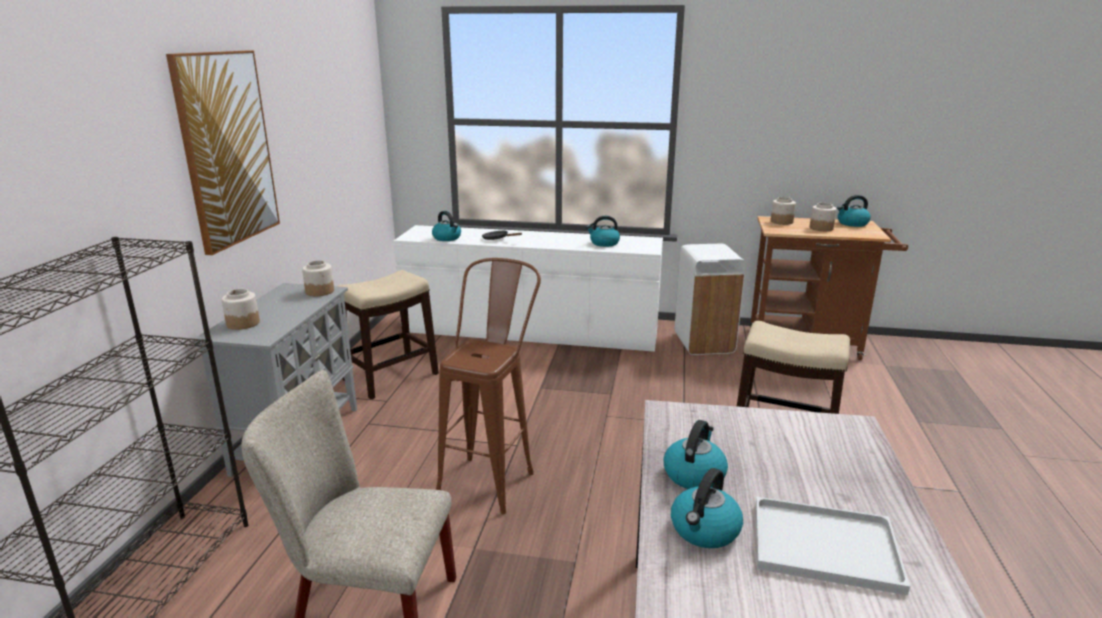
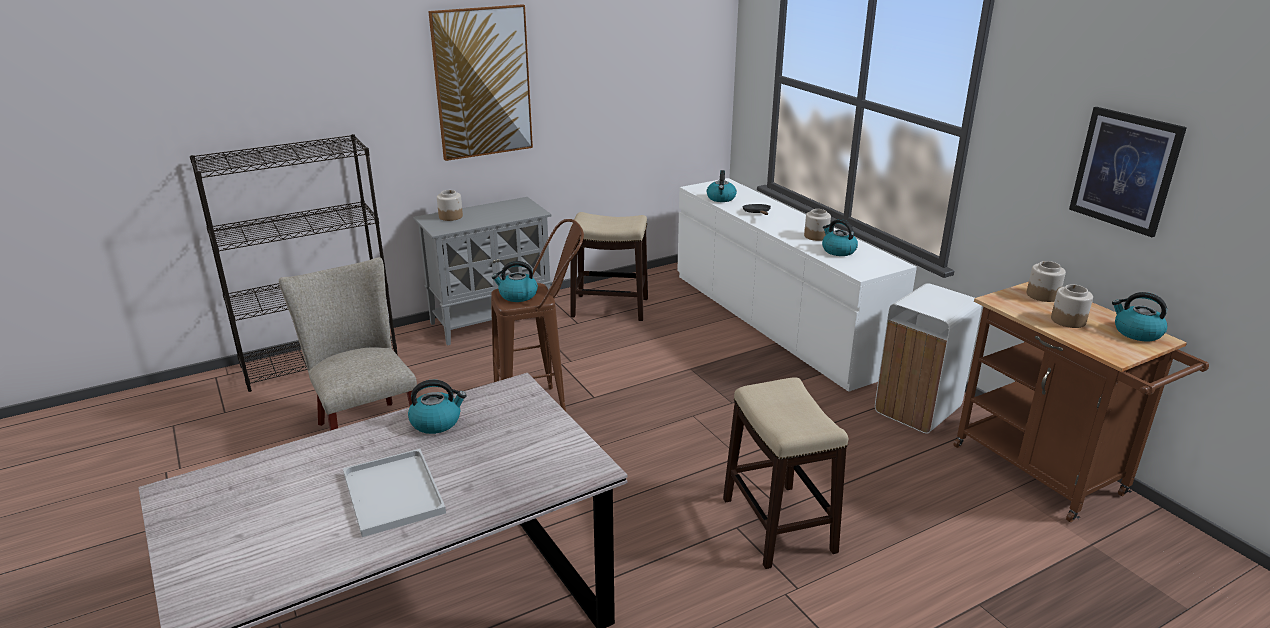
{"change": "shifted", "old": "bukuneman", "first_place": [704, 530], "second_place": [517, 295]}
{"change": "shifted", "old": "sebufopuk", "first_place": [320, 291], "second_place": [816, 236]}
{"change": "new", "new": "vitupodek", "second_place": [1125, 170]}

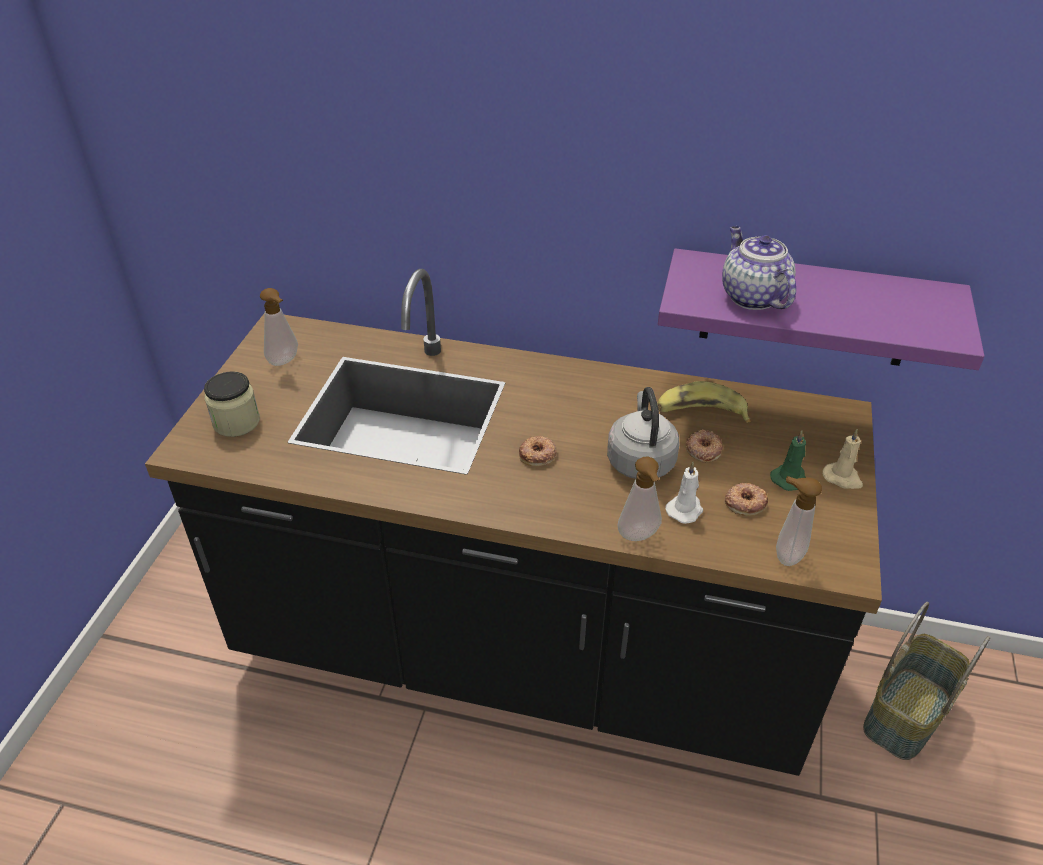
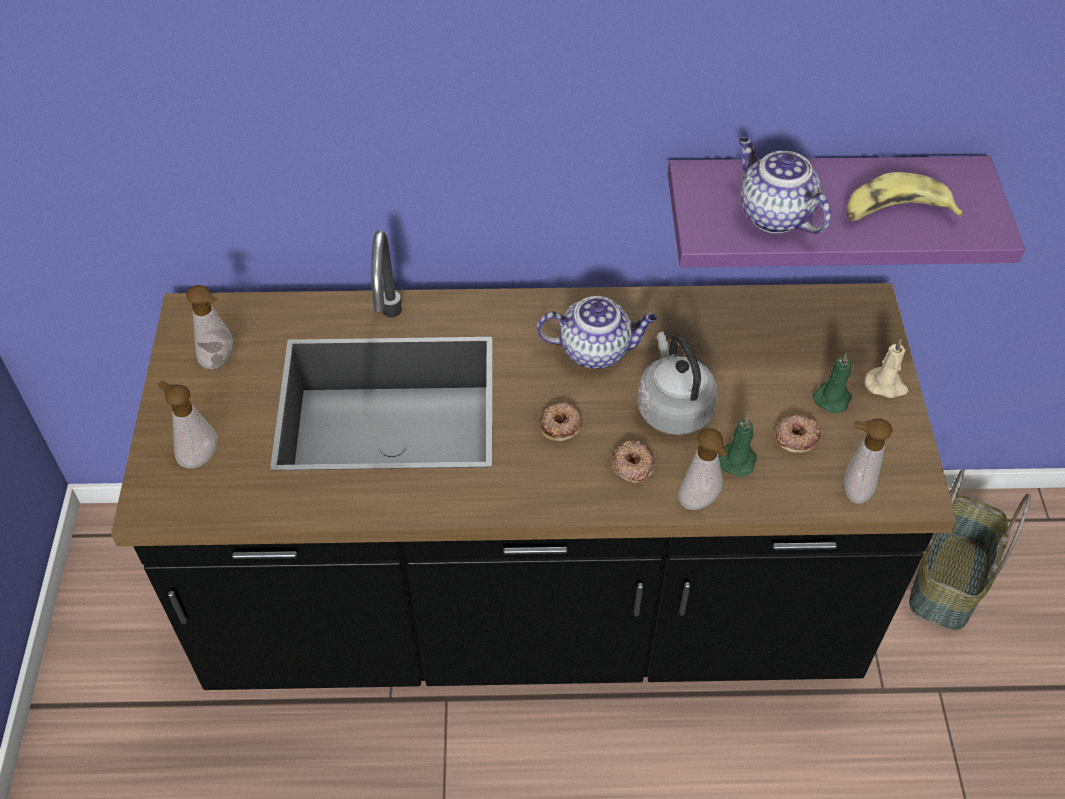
{"change": "swapped", "old": "sebufopuk", "new": "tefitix", "first_place": [236, 422], "second_place": [197, 455]}
{"change": "new", "new": "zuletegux", "second_place": [596, 350]}
{"change": "shifted", "old": "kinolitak", "first_place": [703, 449], "second_place": [632, 465]}
{"change": "repainted", "old": "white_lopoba", "new": "green_lopoba", "first_place": [685, 509], "second_place": [737, 459]}
{"change": "shifted", "old": "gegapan", "first_place": [700, 412], "second_place": [895, 212]}

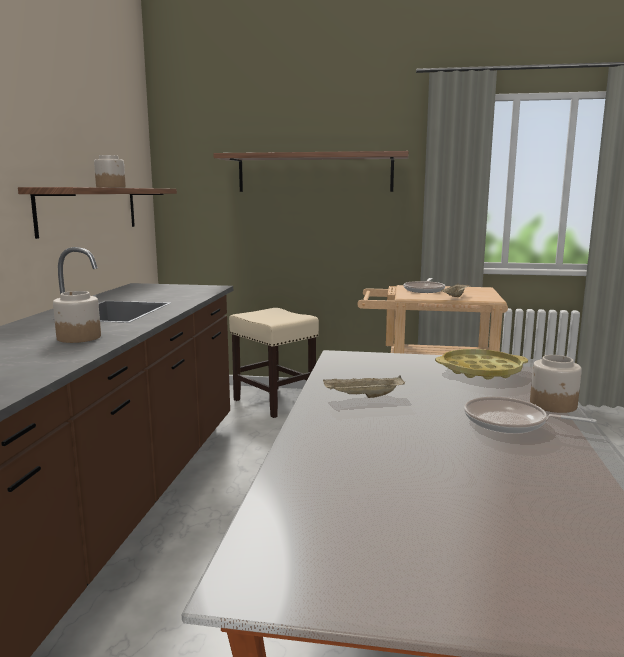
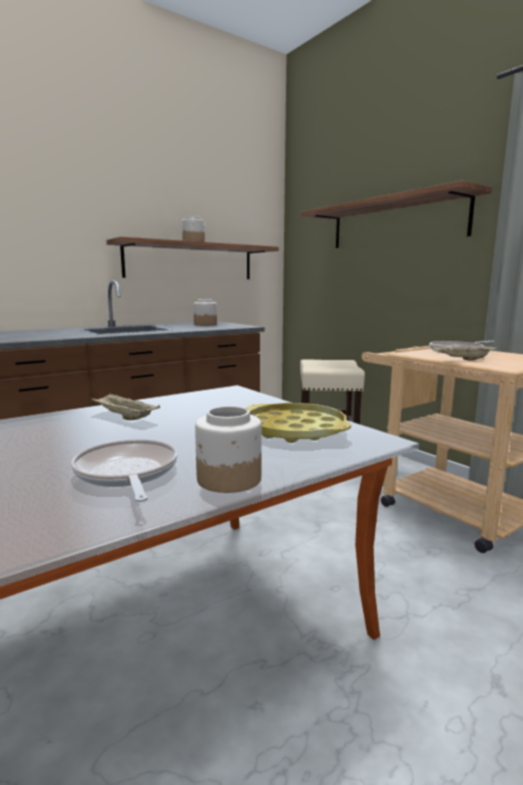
{"change": "shifted", "old": "sebufopuk", "first_place": [78, 337], "second_place": [205, 324]}

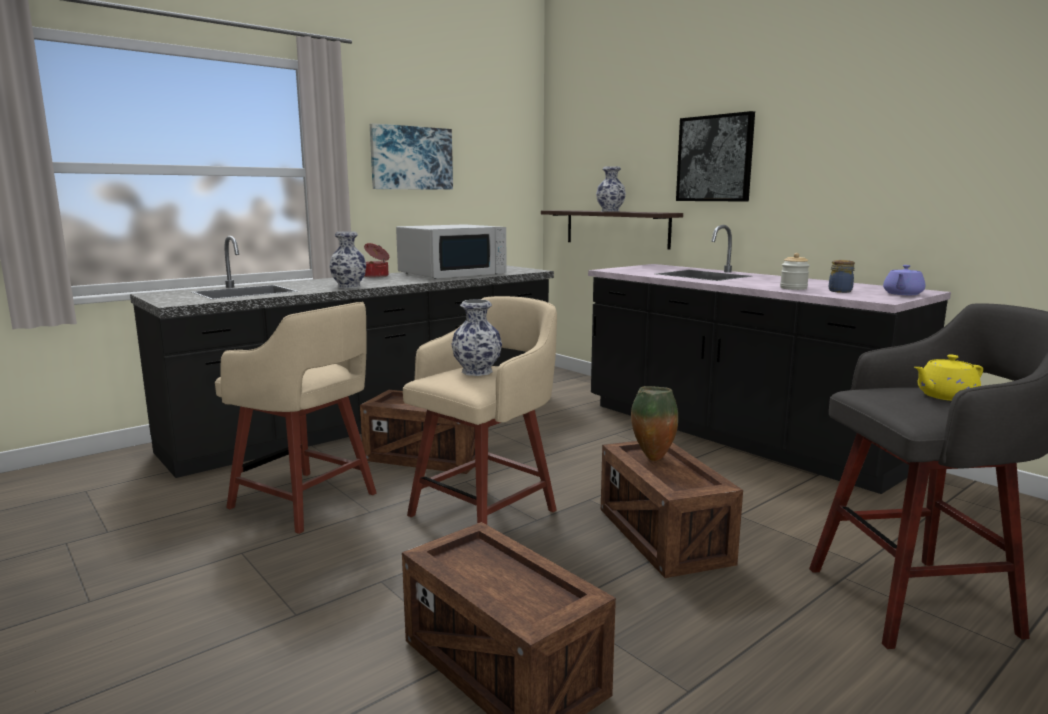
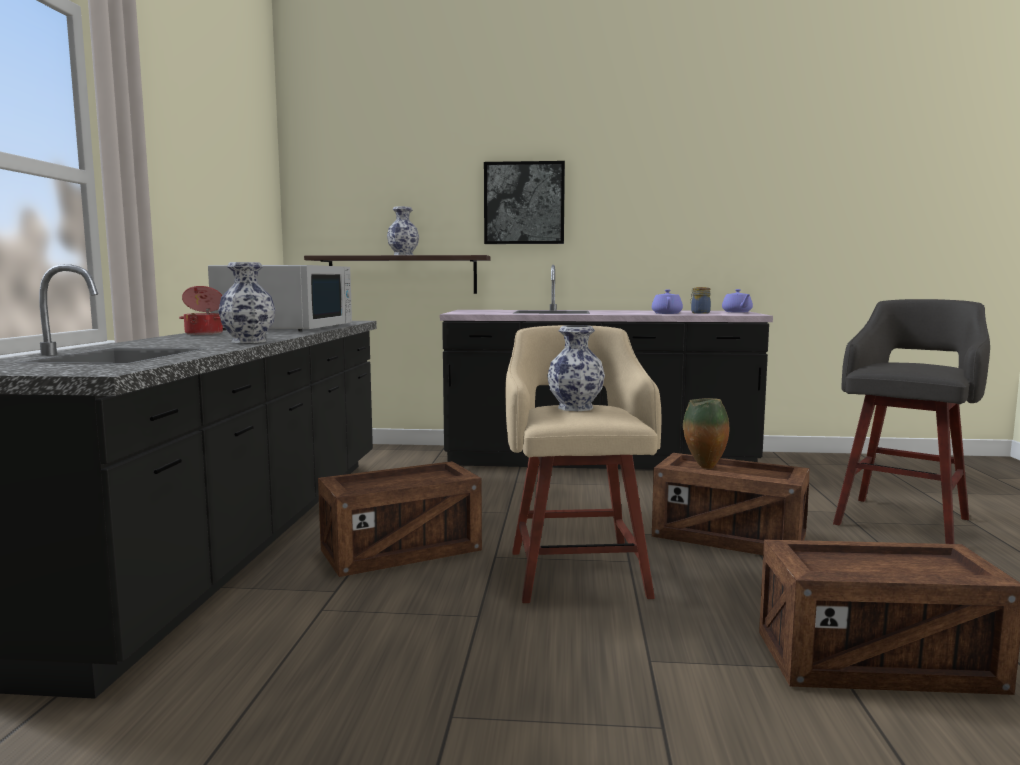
{"change": "swapped", "old": "sebufopuk", "new": "purple_zuletegux", "first_place": [793, 288], "second_place": [666, 313]}
{"change": "gone", "old": "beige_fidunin", "first_place": [306, 502]}
{"change": "gone", "old": "vitupodek", "first_place": [411, 158]}
{"change": "gone", "old": "yellow_zuletegux", "first_place": [945, 396]}

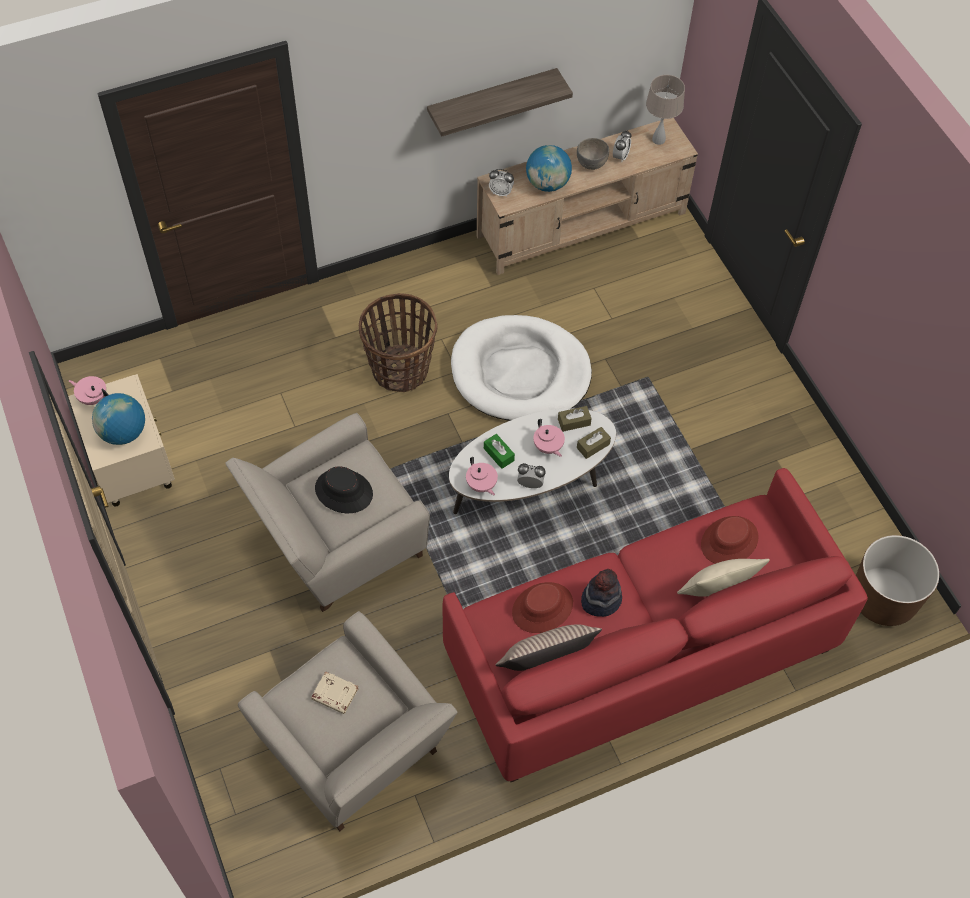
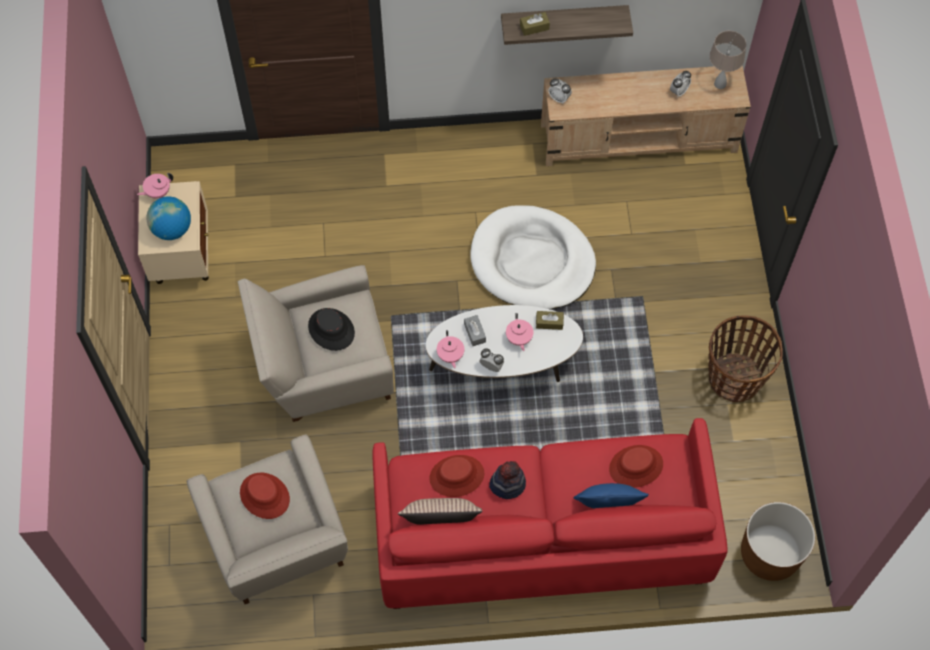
{"change": "rotated", "old": "pink_zuletegux", "first_place": [93, 398], "second_place": [158, 192], "degrees": -75}
{"change": "swapped", "old": "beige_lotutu", "new": "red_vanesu", "first_place": [334, 694], "second_place": [264, 496]}
{"change": "repainted", "old": "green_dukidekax", "new": "grey_dukidekax", "first_place": [498, 454], "second_place": [474, 333]}
{"change": "shifted", "old": "brown_dukidekax", "first_place": [593, 446], "second_place": [534, 27]}
{"change": "repainted", "old": "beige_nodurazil", "new": "blue_nodurazil", "first_place": [716, 591], "second_place": [607, 506]}
{"change": "shifted", "old": "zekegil", "first_place": [400, 369], "second_place": [734, 378]}
{"change": "gone", "old": "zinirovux", "first_place": [547, 184]}
{"change": "gone", "old": "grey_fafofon", "first_place": [591, 164]}

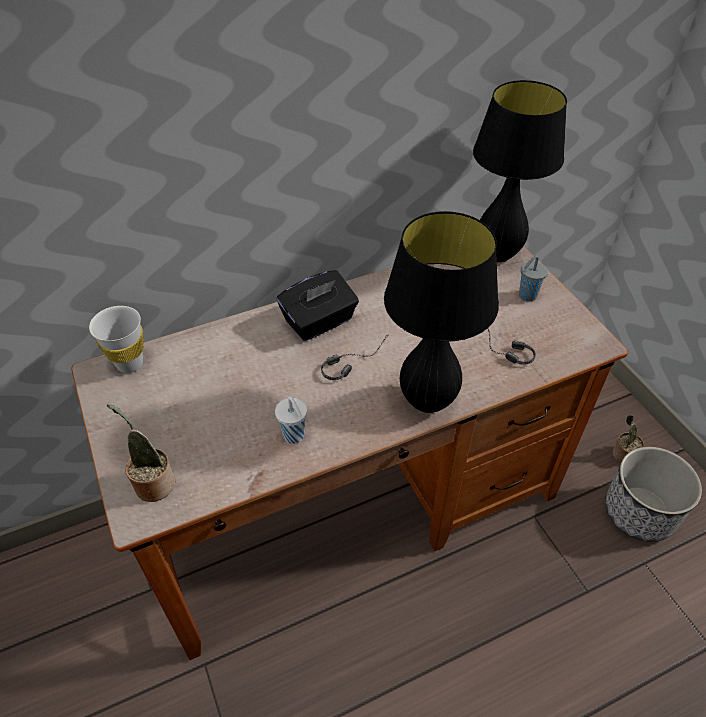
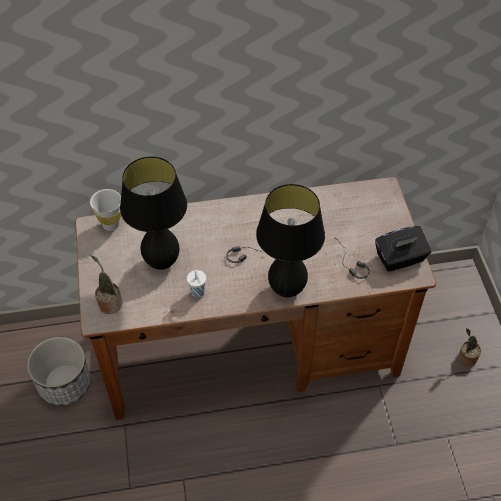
{"change": "shifted", "old": "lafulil", "first_place": [639, 512], "second_place": [65, 384]}
{"change": "shifted", "old": "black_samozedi", "first_place": [497, 255], "second_place": [162, 263]}
{"change": "shifted", "old": "black_dukidekax", "first_place": [319, 322], "second_place": [400, 259]}
{"change": "gone", "old": "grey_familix", "first_place": [526, 296]}

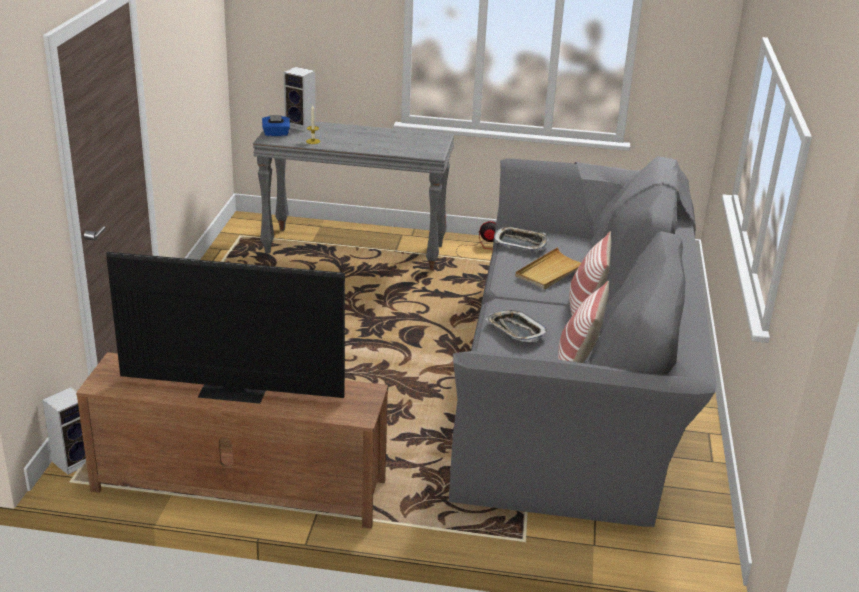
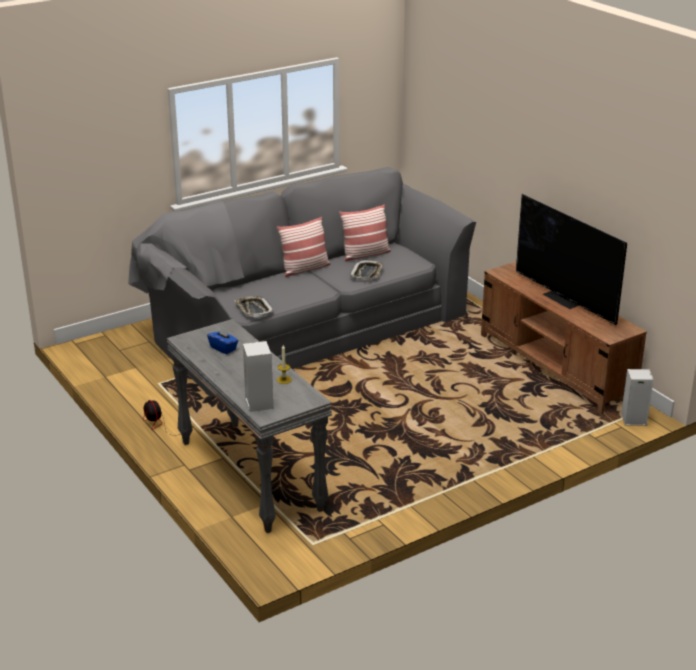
{"change": "shifted", "old": "blue_dukidekax", "first_place": [276, 134], "second_place": [223, 348]}
{"change": "gone", "old": "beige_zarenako", "first_place": [551, 271]}

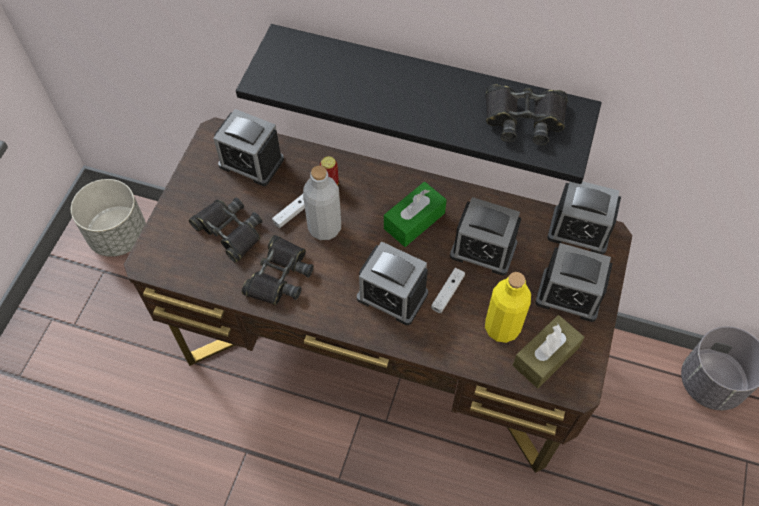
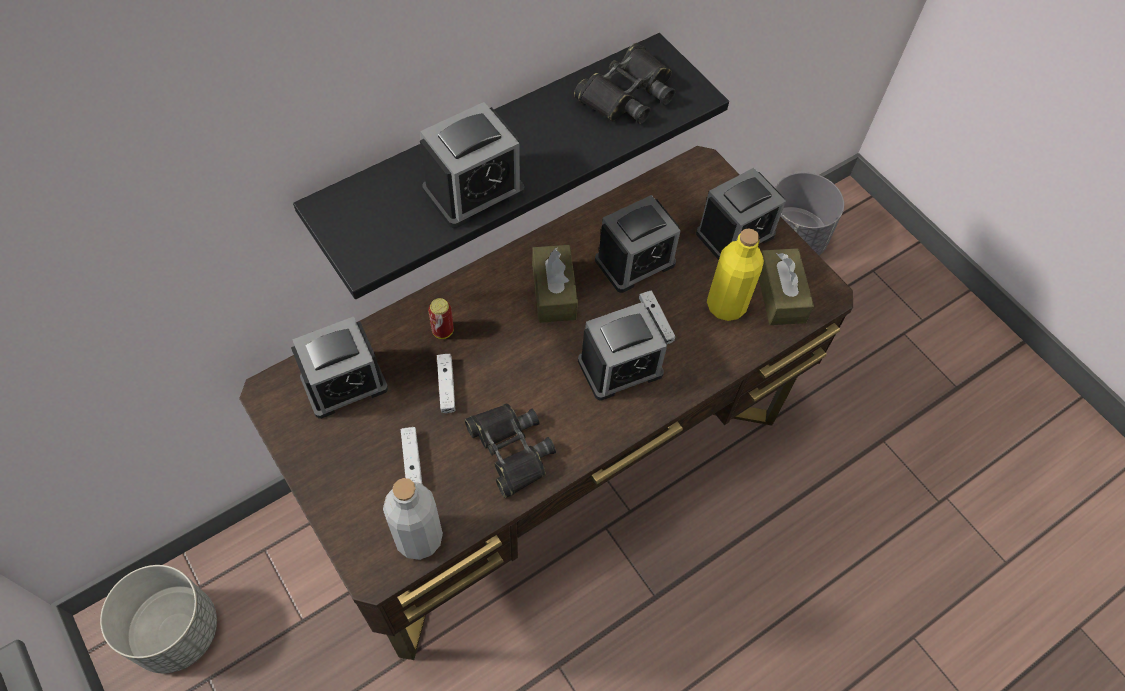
{"change": "shifted", "old": "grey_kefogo", "first_place": [324, 227], "second_place": [419, 538]}
{"change": "swapped", "old": "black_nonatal", "new": "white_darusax", "first_place": [229, 231], "second_place": [412, 461]}
{"change": "shifted", "old": "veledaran", "first_place": [579, 230], "second_place": [473, 190]}
{"change": "repainted", "old": "green_dukidekax", "new": "brown_dukidekax", "first_place": [414, 221], "second_place": [554, 292]}

